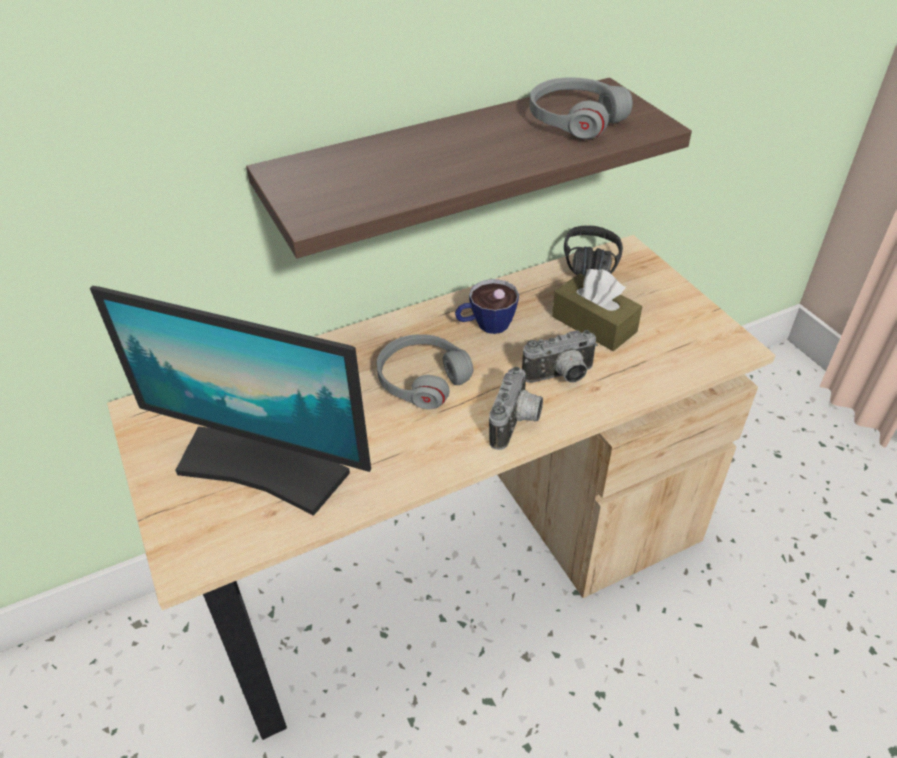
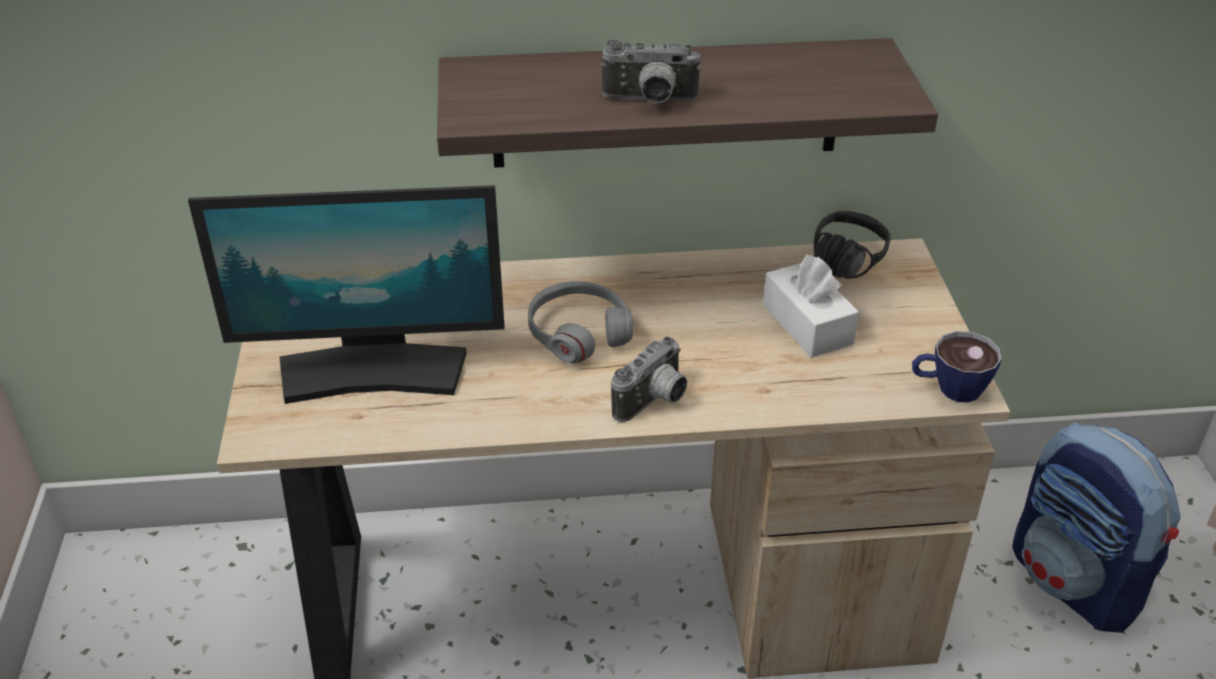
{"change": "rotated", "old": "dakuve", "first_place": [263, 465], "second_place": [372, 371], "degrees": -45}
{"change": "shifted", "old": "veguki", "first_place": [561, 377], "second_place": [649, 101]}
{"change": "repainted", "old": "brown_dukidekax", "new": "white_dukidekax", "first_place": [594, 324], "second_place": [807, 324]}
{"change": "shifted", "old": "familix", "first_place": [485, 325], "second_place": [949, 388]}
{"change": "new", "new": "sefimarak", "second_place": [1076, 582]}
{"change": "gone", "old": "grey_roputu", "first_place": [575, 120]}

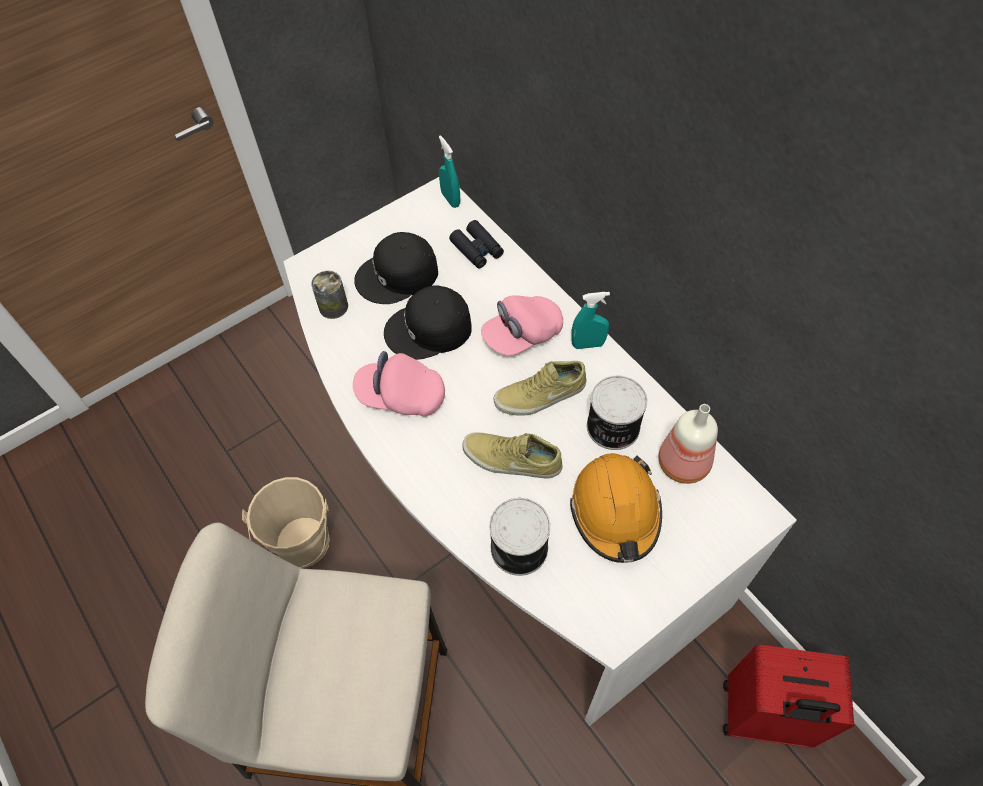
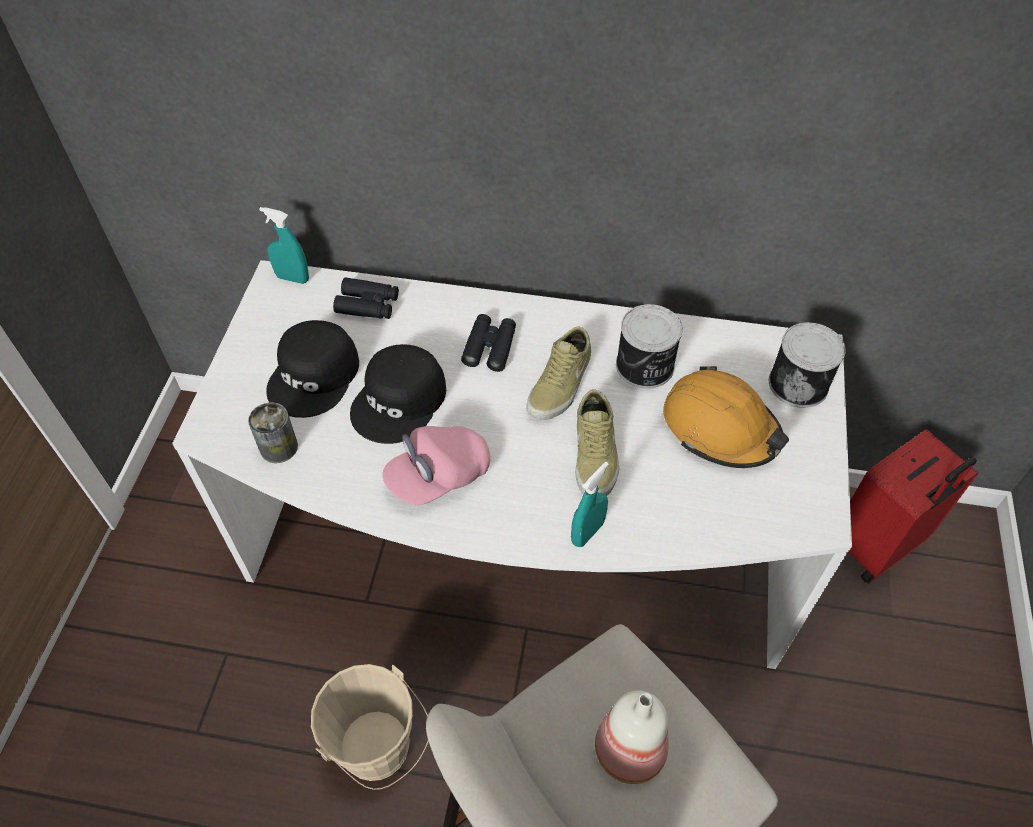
{"change": "swapped", "old": "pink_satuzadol", "new": "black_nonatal", "first_place": [522, 335], "second_place": [490, 347]}
{"change": "shifted", "old": "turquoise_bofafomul", "first_place": [588, 344], "second_place": [587, 533]}
{"change": "rotated", "old": "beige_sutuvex", "first_place": [511, 460], "second_place": [596, 453], "degrees": -60}
{"change": "shifted", "old": "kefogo", "first_place": [684, 465], "second_place": [631, 751]}
{"change": "shifted", "old": "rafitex", "first_place": [521, 547], "second_place": [799, 383]}

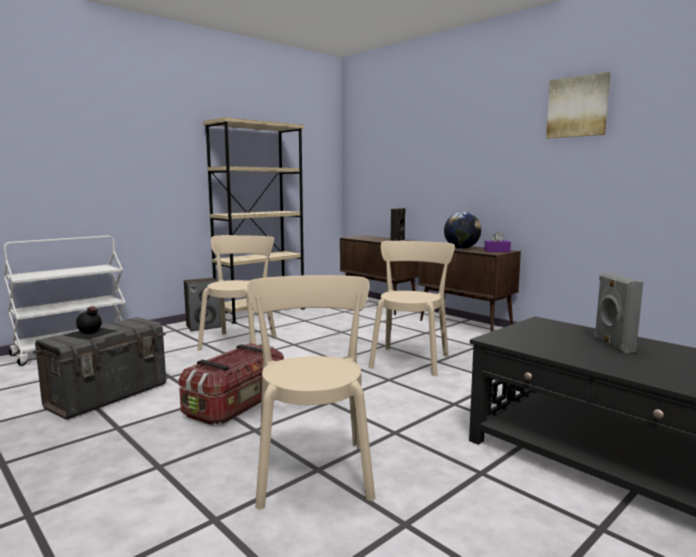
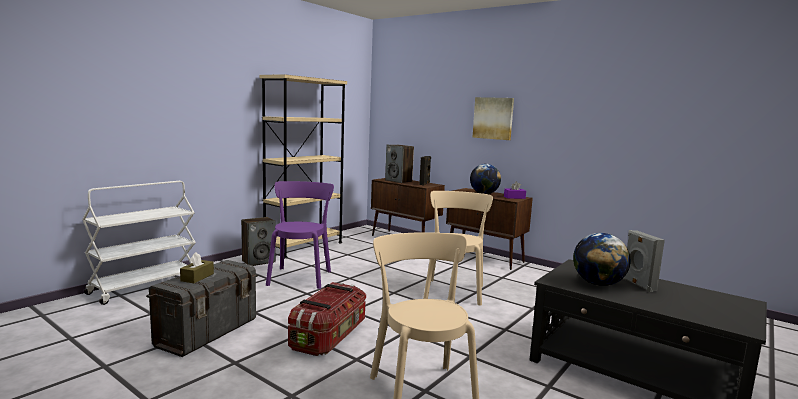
{"change": "swapped", "old": "black_kefogo", "new": "brown_dukidekax", "first_place": [91, 333], "second_place": [197, 277]}
{"change": "repainted", "old": "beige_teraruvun", "new": "purple_teraruvun", "first_place": [240, 342], "second_place": [300, 276]}
{"change": "new", "new": "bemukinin", "second_place": [399, 181]}
{"change": "shifted", "old": "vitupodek", "first_place": [577, 107], "second_place": [493, 118]}
{"change": "new", "new": "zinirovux", "second_place": [598, 284]}

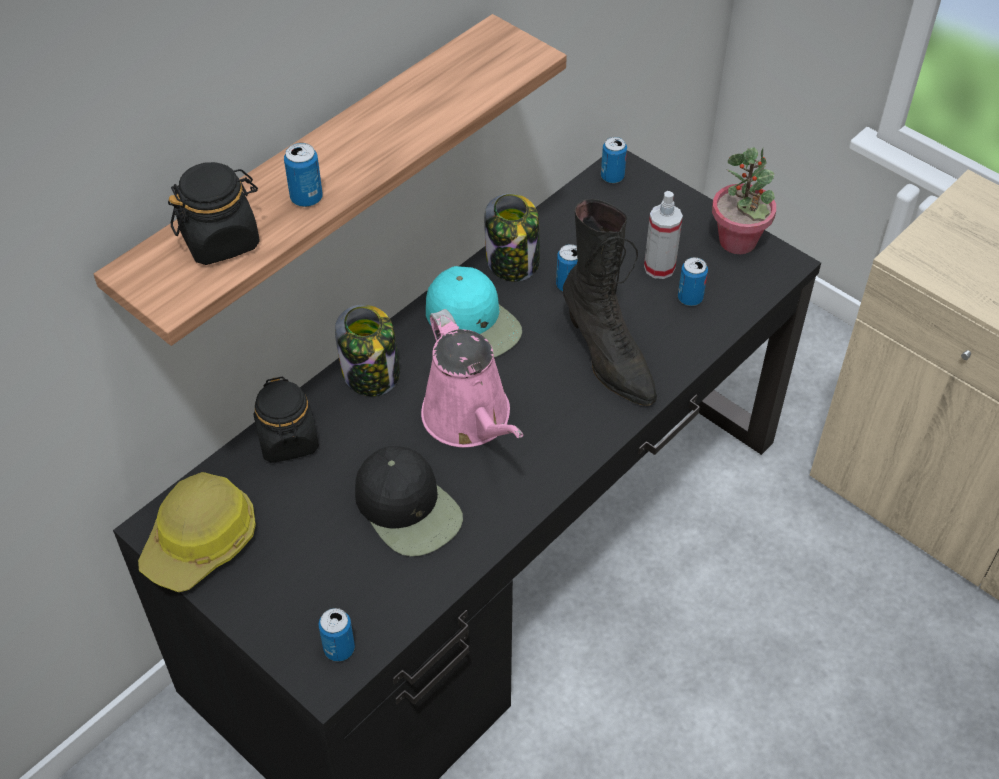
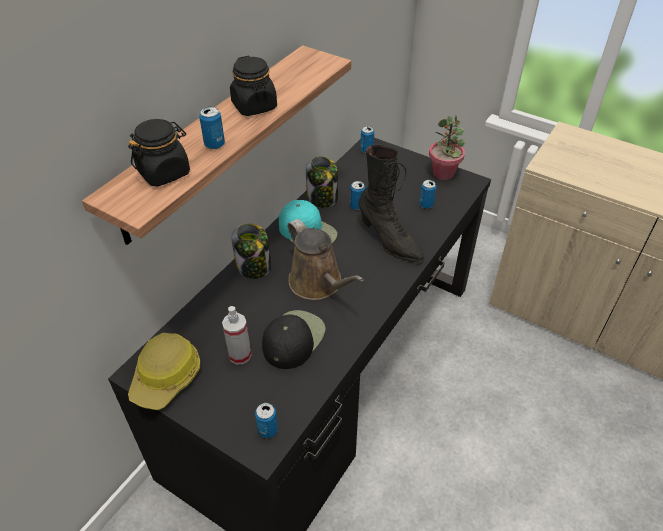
{"change": "shifted", "old": "bofafomul", "first_place": [659, 267], "second_place": [240, 355]}
{"change": "shifted", "old": "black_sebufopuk", "first_place": [288, 440], "second_place": [254, 106]}
{"change": "rotated", "old": "black_satuzadol", "first_place": [408, 508], "second_place": [293, 339], "degrees": -105}
{"change": "repainted", "old": "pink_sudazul", "new": "brown_sudazul", "first_place": [470, 419], "second_place": [318, 284]}

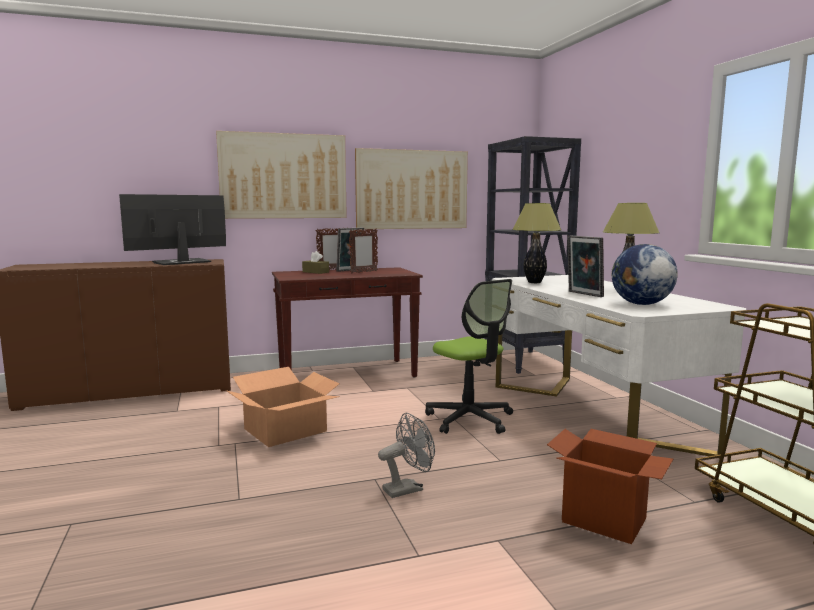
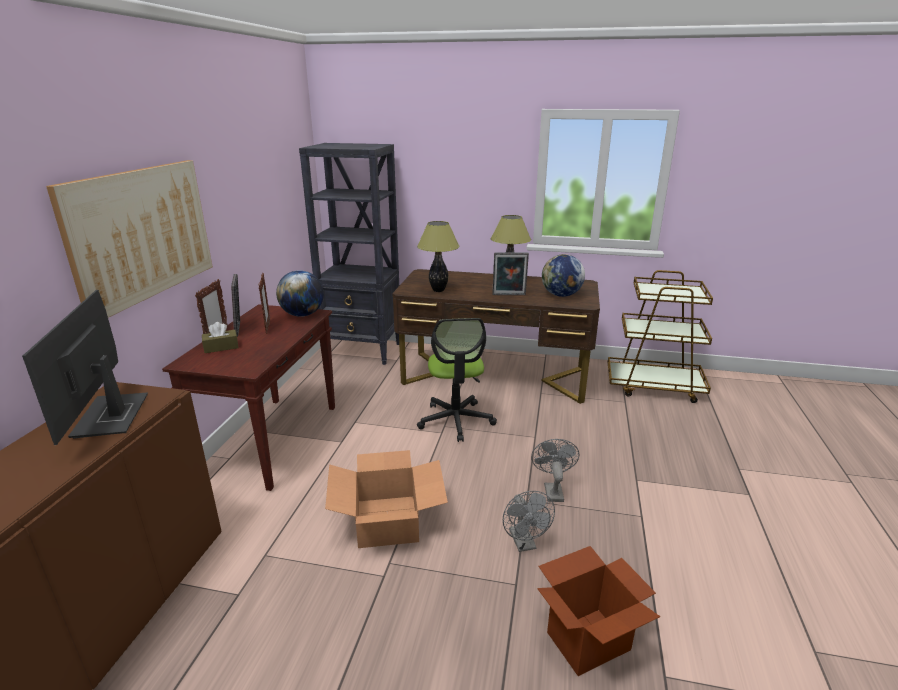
{"change": "new", "new": "zinirovux", "second_place": [302, 315]}
{"change": "repainted", "old": "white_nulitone", "new": "brown_nulitone", "first_place": [590, 416], "second_place": [494, 376]}
{"change": "rotated", "old": "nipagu", "first_place": [470, 419], "second_place": [456, 420], "degrees": 90}
{"change": "new", "new": "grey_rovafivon", "second_place": [524, 543]}
{"change": "shifted", "old": "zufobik", "first_place": [604, 520], "second_place": [588, 641]}
{"change": "gone", "old": "vitupodek", "first_place": [412, 189]}

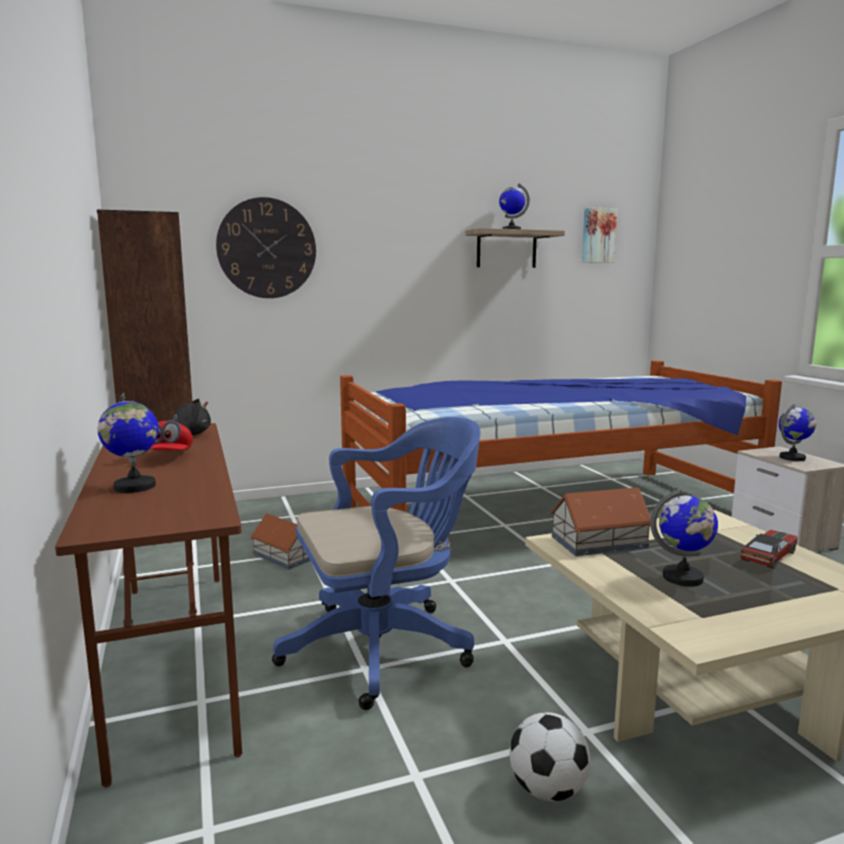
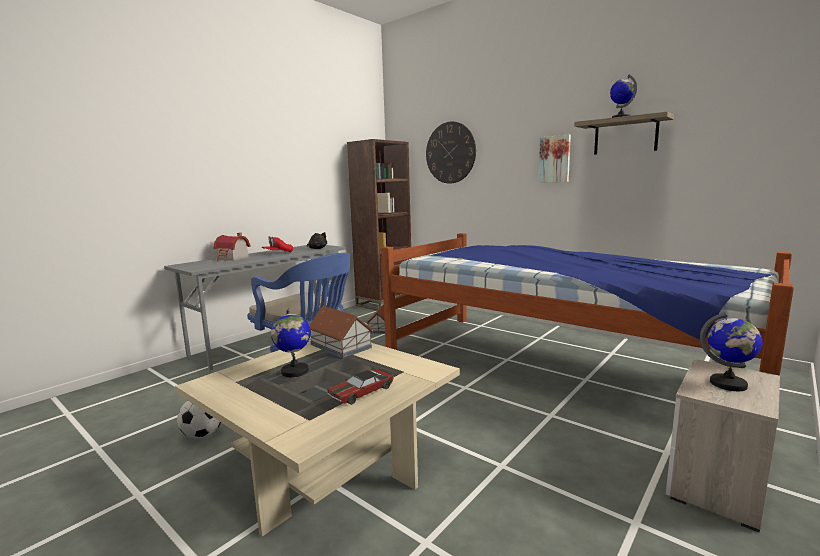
{"change": "repainted", "old": "brown_nulitone", "new": "grey_nulitone", "first_place": [174, 656], "second_place": [272, 341]}
{"change": "swapped", "old": "zinirovux", "new": "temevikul", "first_place": [134, 487], "second_place": [232, 258]}
{"change": "rotated", "old": "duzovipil", "first_place": [768, 556], "second_place": [361, 392], "degrees": 120}
{"change": "shifted", "old": "vitupodek", "first_place": [598, 235], "second_place": [555, 159]}

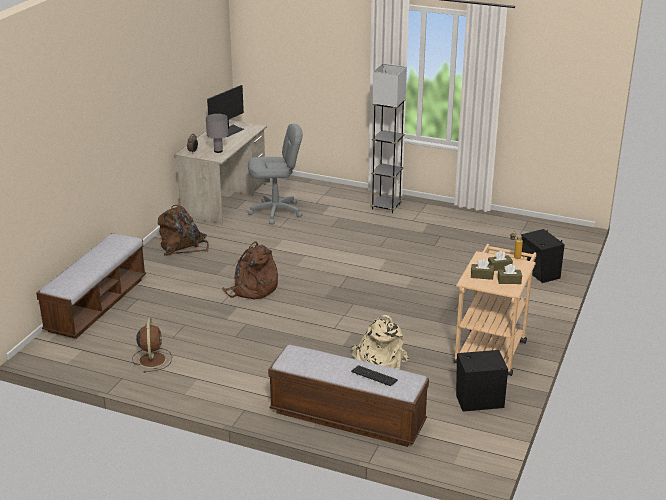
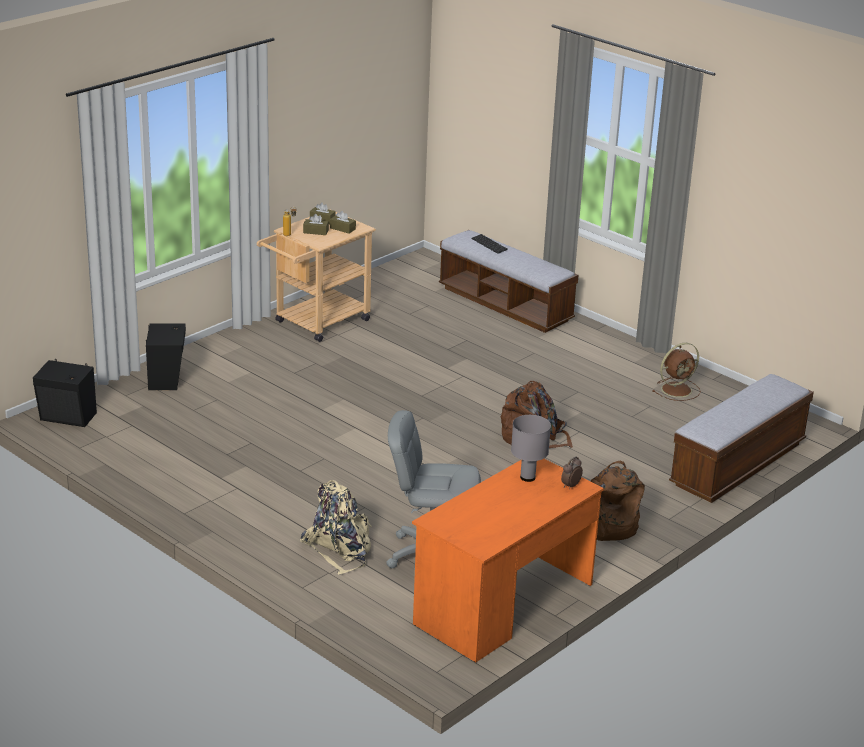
{"change": "shifted", "old": "black_bemukinin", "first_place": [478, 400], "second_place": [68, 418]}
{"change": "shifted", "old": "beige_sefimarak", "first_place": [378, 363], "second_place": [340, 548]}
{"change": "repainted", "old": "beige_nulitone", "new": "orange_nulitone", "first_place": [224, 200], "second_place": [503, 604]}
{"change": "rotated", "old": "brown_rovafivon", "first_place": [152, 359], "second_place": [677, 389], "degrees": -135}
{"change": "gone", "old": "dakuve", "first_place": [229, 131]}
{"change": "gone", "old": "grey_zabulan", "first_place": [386, 206]}

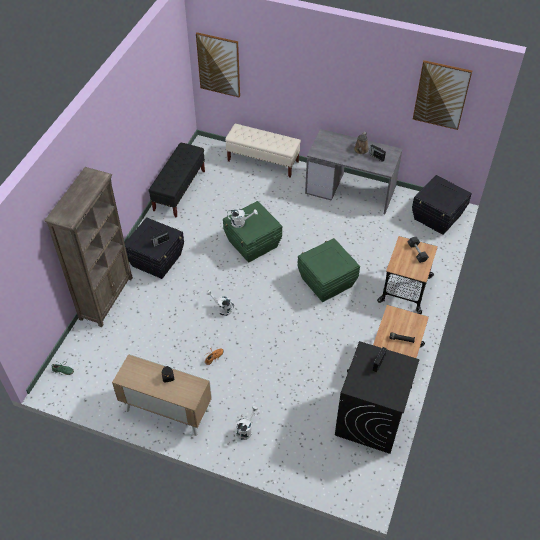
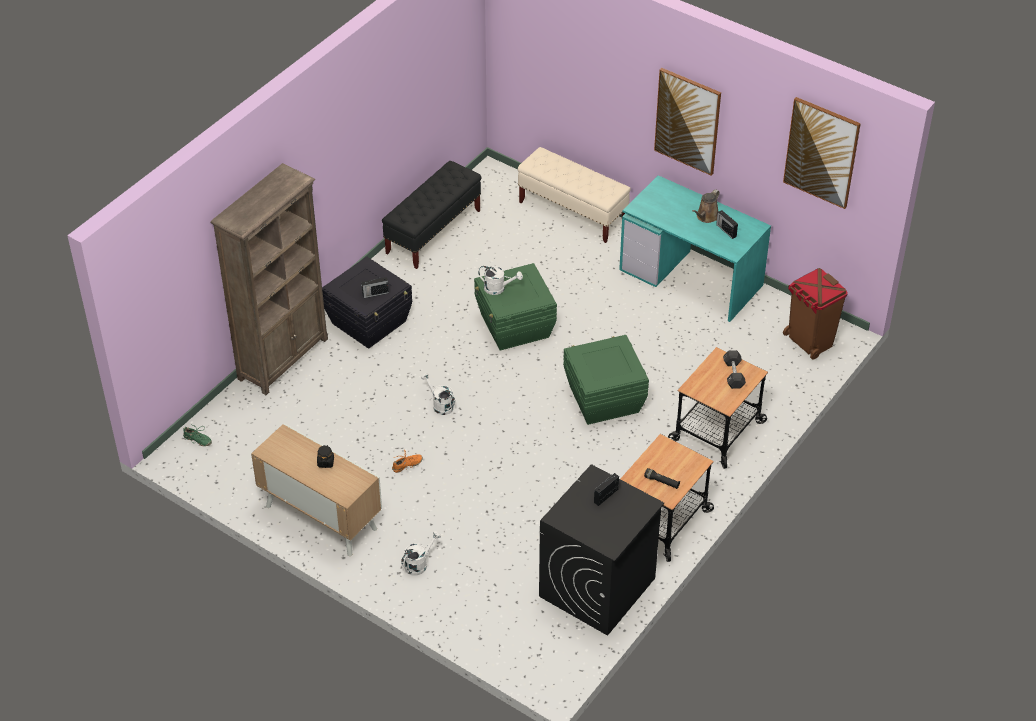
{"change": "repainted", "old": "grey_nulitone", "new": "turquoise_nulitone", "first_place": [351, 189], "second_place": [692, 277]}
{"change": "shifted", "old": "vitupodek", "first_place": [219, 64], "second_place": [687, 121]}
{"change": "swapped", "old": "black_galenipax", "new": "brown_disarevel", "first_place": [437, 217], "second_place": [809, 342]}

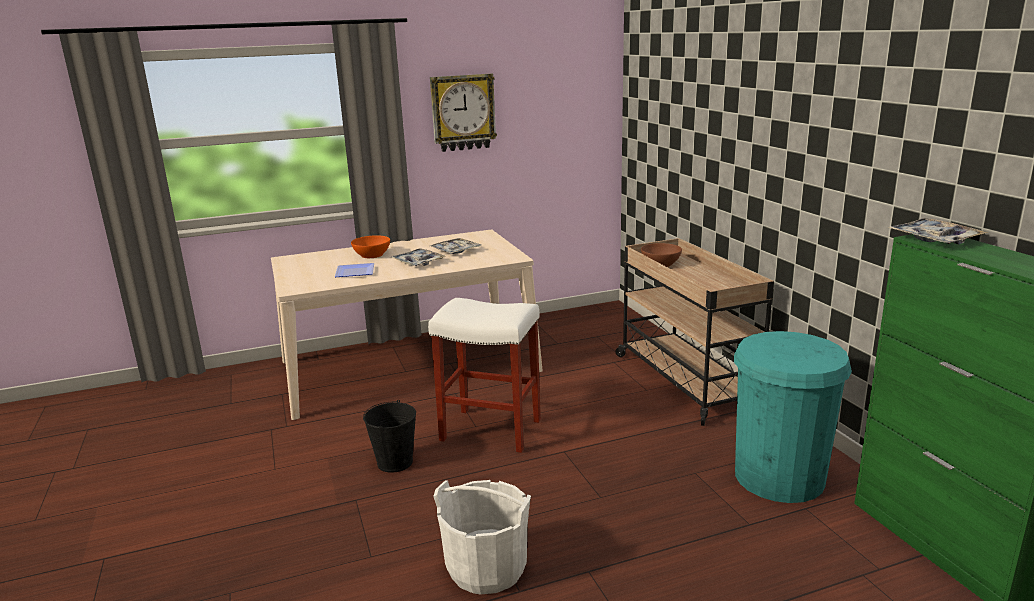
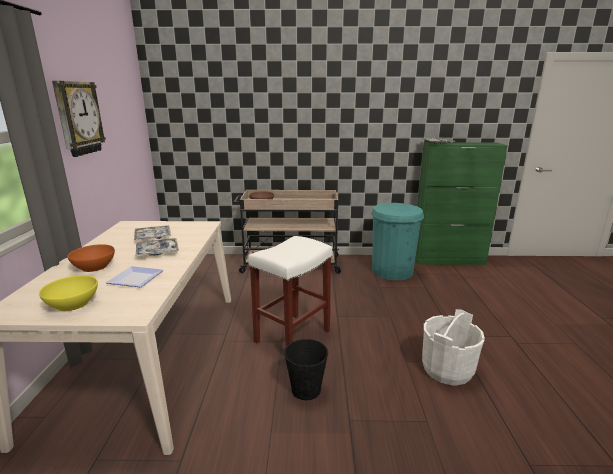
{"change": "new", "new": "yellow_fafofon", "second_place": [72, 304]}

